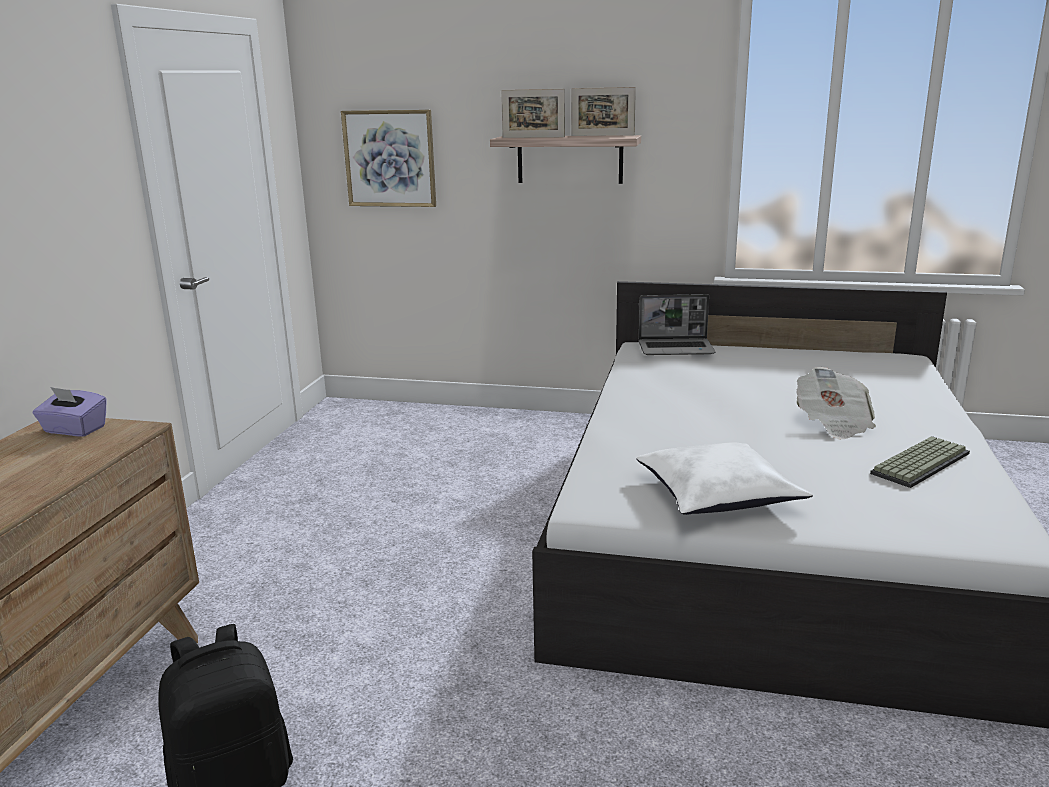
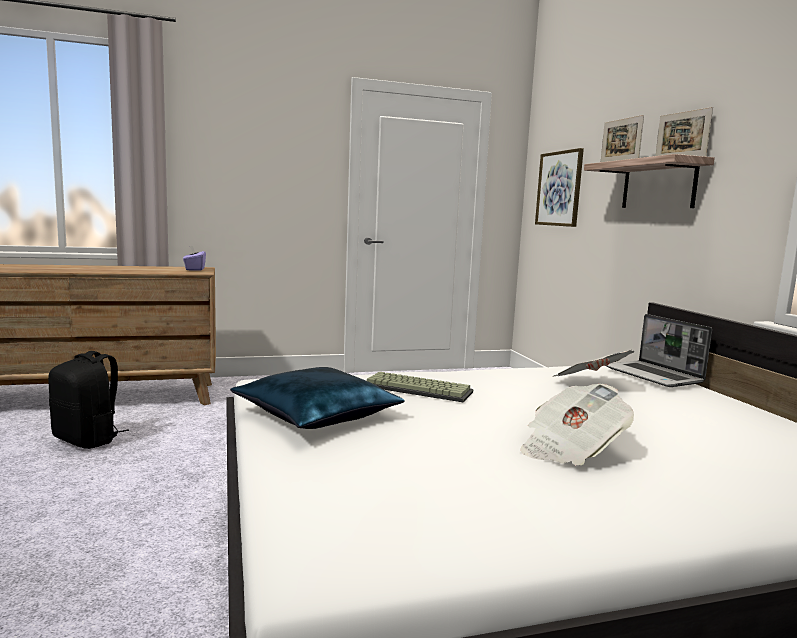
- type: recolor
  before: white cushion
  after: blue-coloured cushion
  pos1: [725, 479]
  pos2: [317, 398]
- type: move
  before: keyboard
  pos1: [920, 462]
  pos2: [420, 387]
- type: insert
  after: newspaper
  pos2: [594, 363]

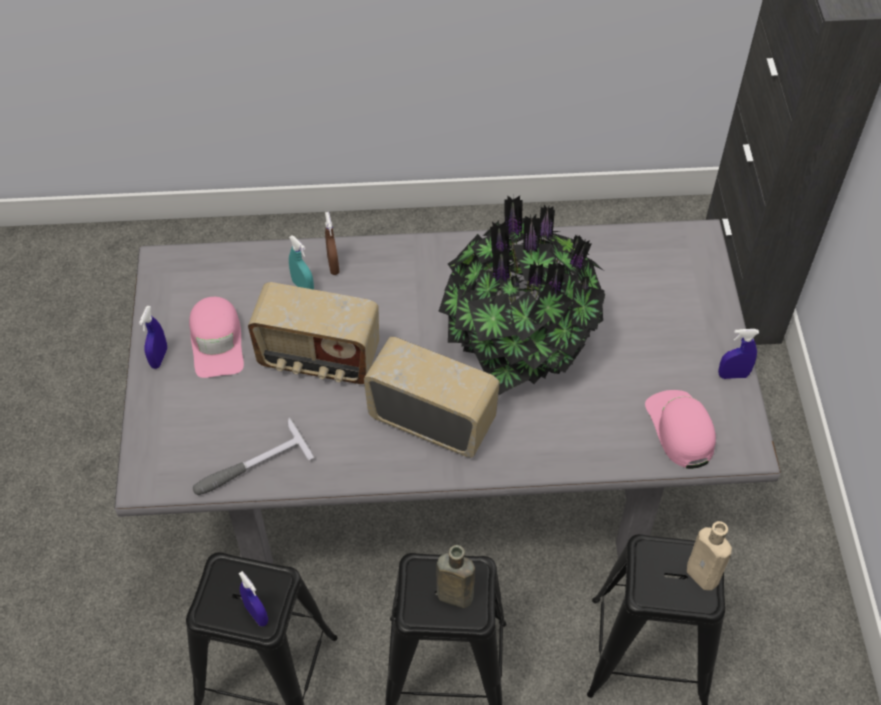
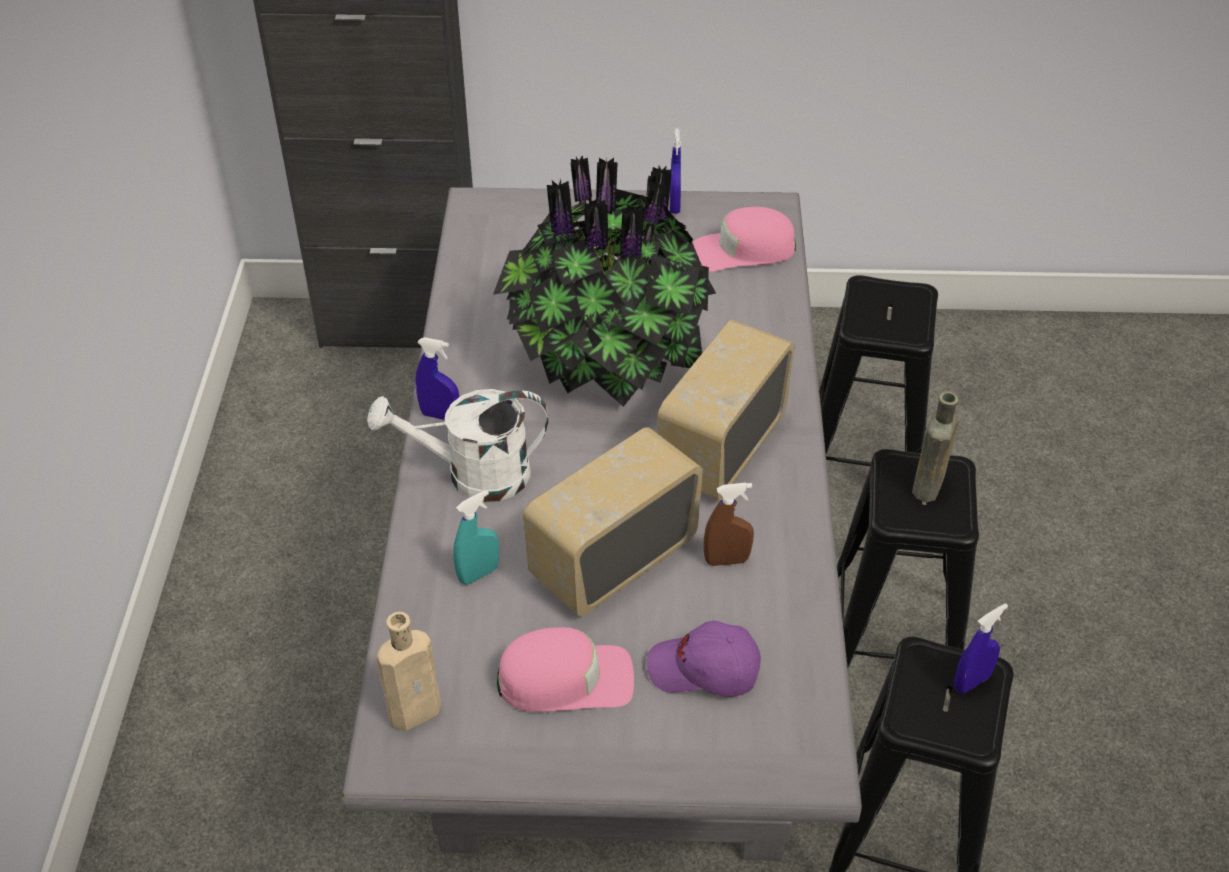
- type: insert
  after: white watering can
  pos2: [457, 445]
- type: move
  before: sand-coloured drink bottle
  pos1: [709, 555]
  pos2: [409, 671]
- type: move
  before: blue-coloured spray bottle
  pos1: [153, 337]
  pos2: [437, 378]
- type: rotate
  before: radio receiver
  pos1: [313, 333]
  pos2: [613, 522]
  turn: -150
- type: insert
  after: purple cap
  pos2: [704, 659]
- type: move
  before: brownish spray bottle
  pos1: [332, 243]
  pos2: [729, 524]
- type: delete
  before: tool hammer
  pos1: [253, 456]

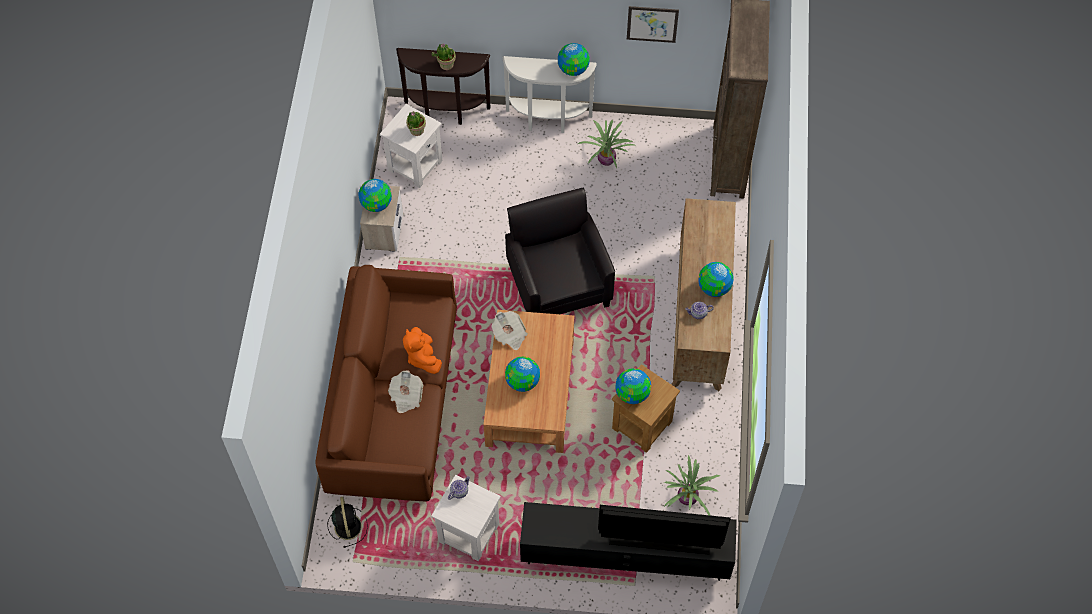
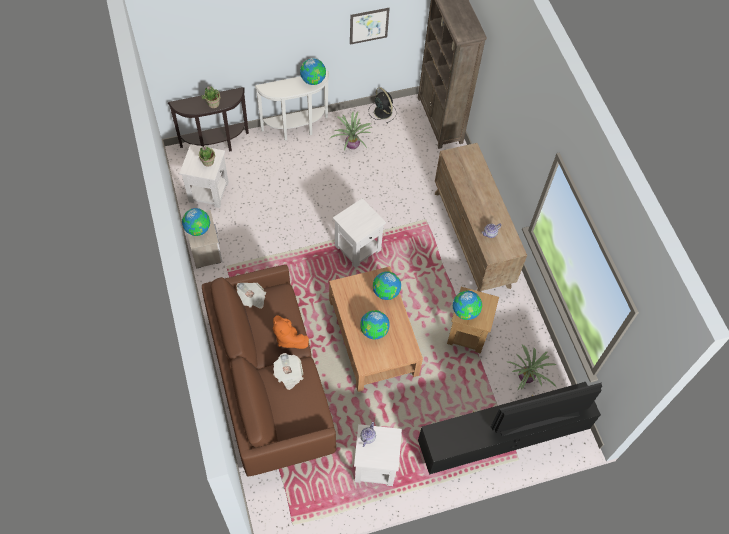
- type: move
  before: newspaper
  pos1: [510, 330]
  pos2: [251, 296]
- type: replace
  before: black lounge chair
  after: white accent table
  pos1: [560, 251]
  pos2: [359, 233]
- type: move
  before: black electric fan
  pos1: [347, 522]
  pos2: [382, 105]
- type: move
  before: desk globe
  pos1: [716, 279]
  pos2: [387, 285]

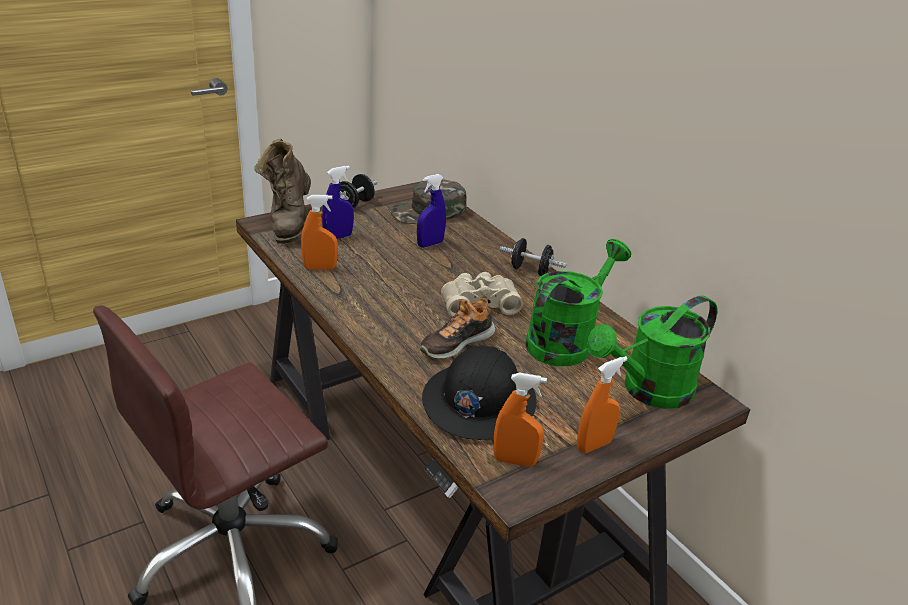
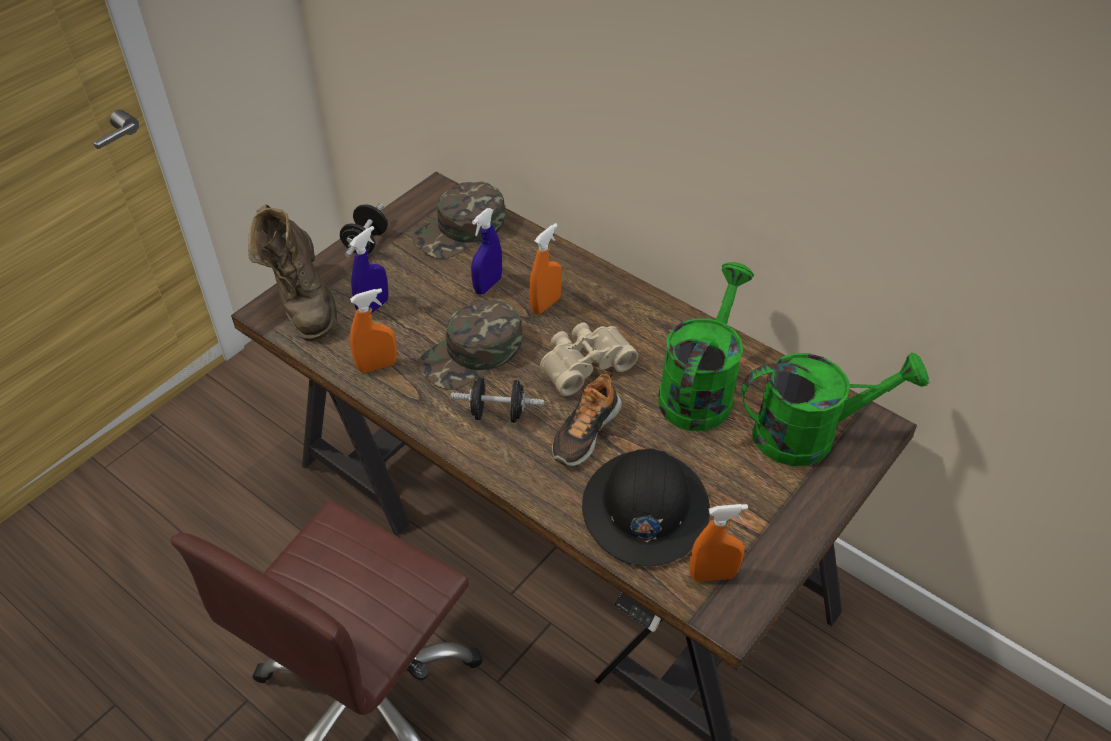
- type: insert
  after: greenish cap
  pos2: [470, 344]
- type: move
  before: black hand weight
  pos1: [532, 257]
  pos2: [497, 400]
- type: move
  before: orangey spray bottle
  pos1: [602, 404]
  pos2: [545, 268]
- type: rotate
  before: greenish watering can
  pos1: [652, 352]
  pos2: [835, 409]
  turn: -135

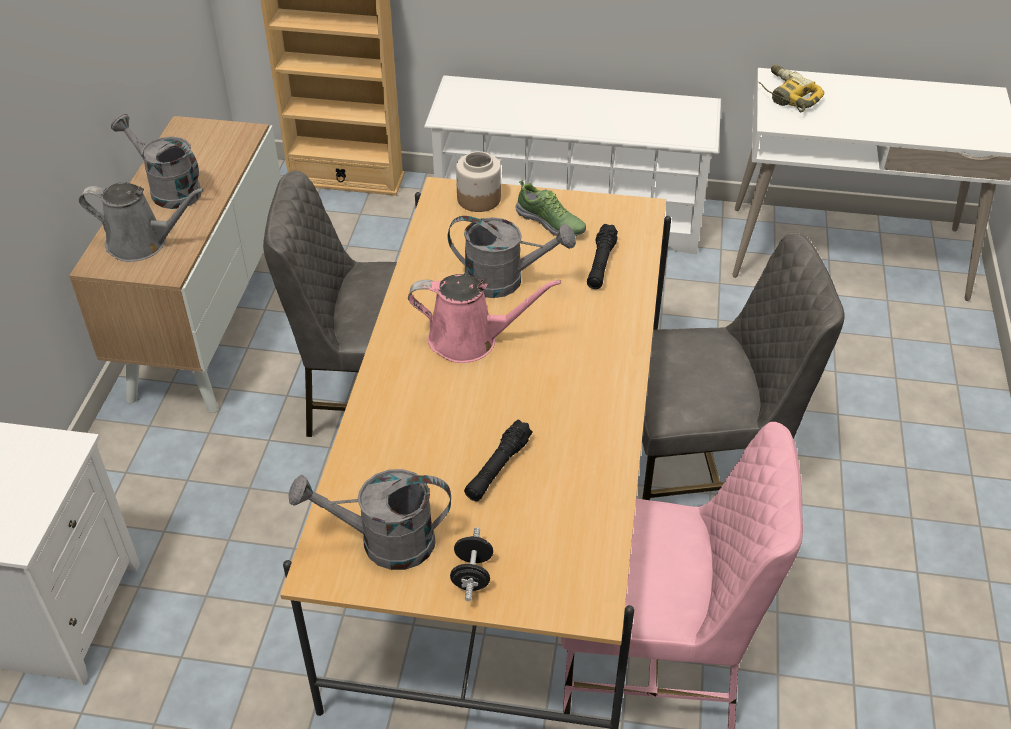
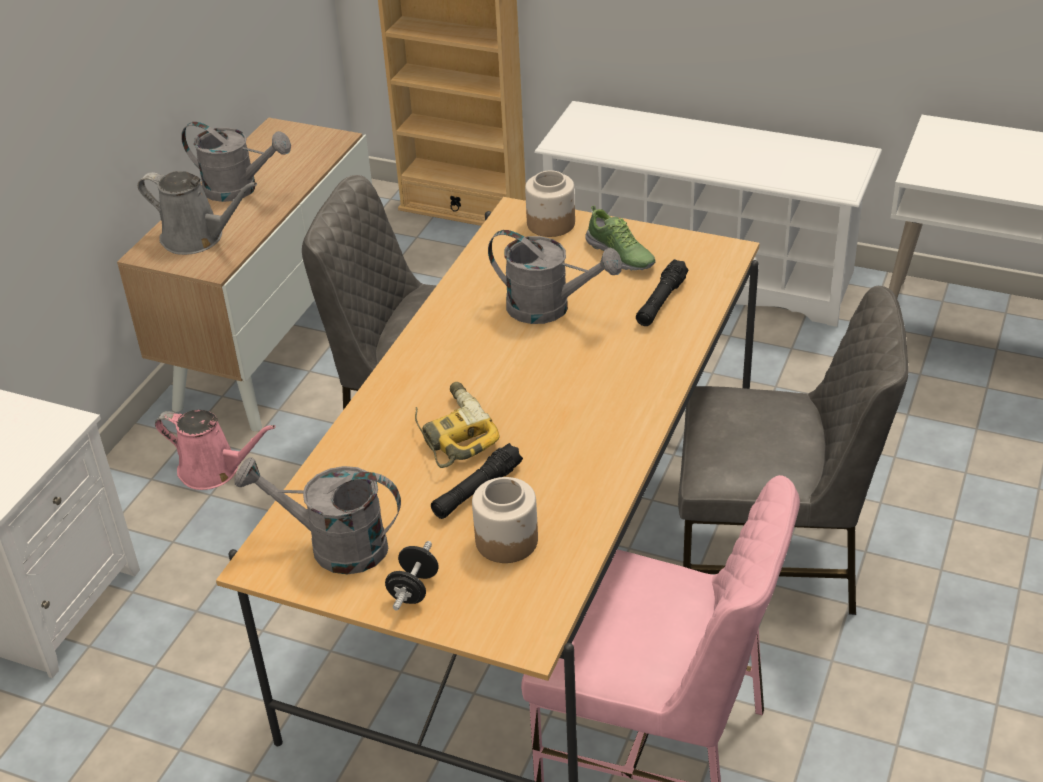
- type: move
  before: pink-coloured watering can
  pos1: [484, 318]
  pos2: [215, 450]
- type: rotate
  before: gray watering can
  pos1: [156, 161]
  pos2: [236, 162]
  turn: 150
- type: move
  before: drill
  pos1: [791, 88]
  pos2: [457, 425]
- type: insert
  after: jar
  pos2: [505, 520]

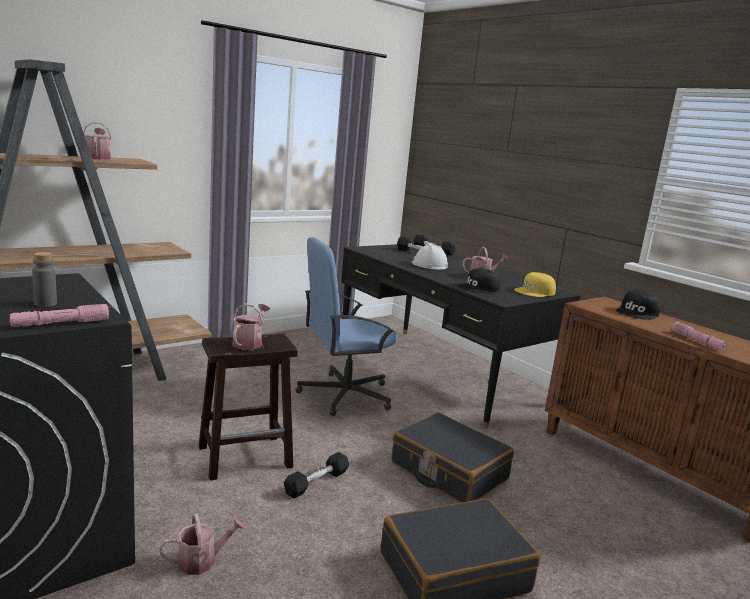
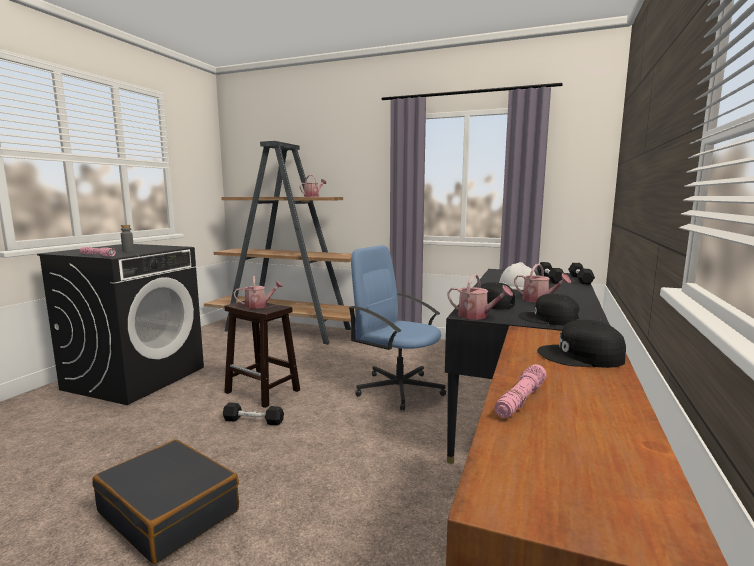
- type: move
  before: watering can
  pos1: [202, 544]
  pos2: [480, 297]
- type: recolor
  before: yellow cap
  after: black cap
  pos1: [535, 284]
  pos2: [549, 310]
- type: delete
  before: black suitcase
  pos1: [452, 457]

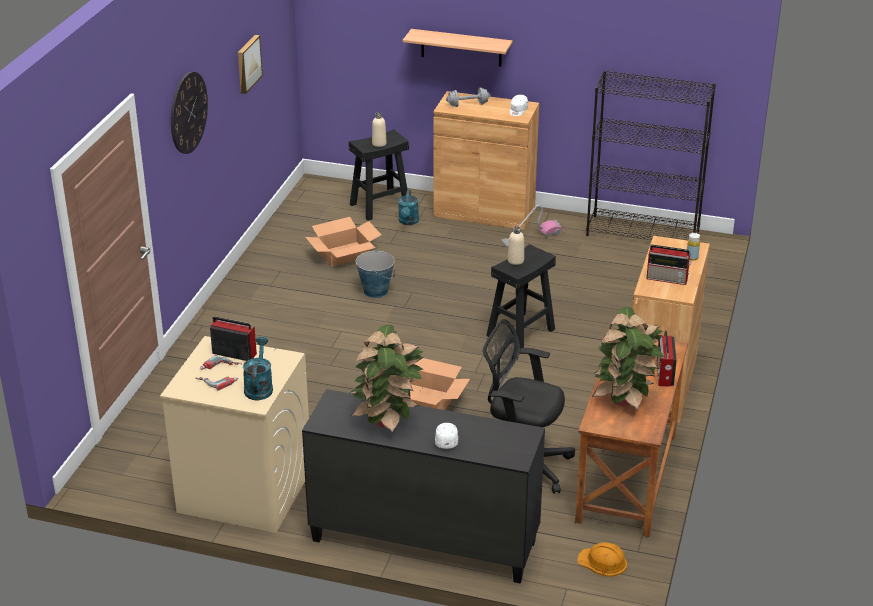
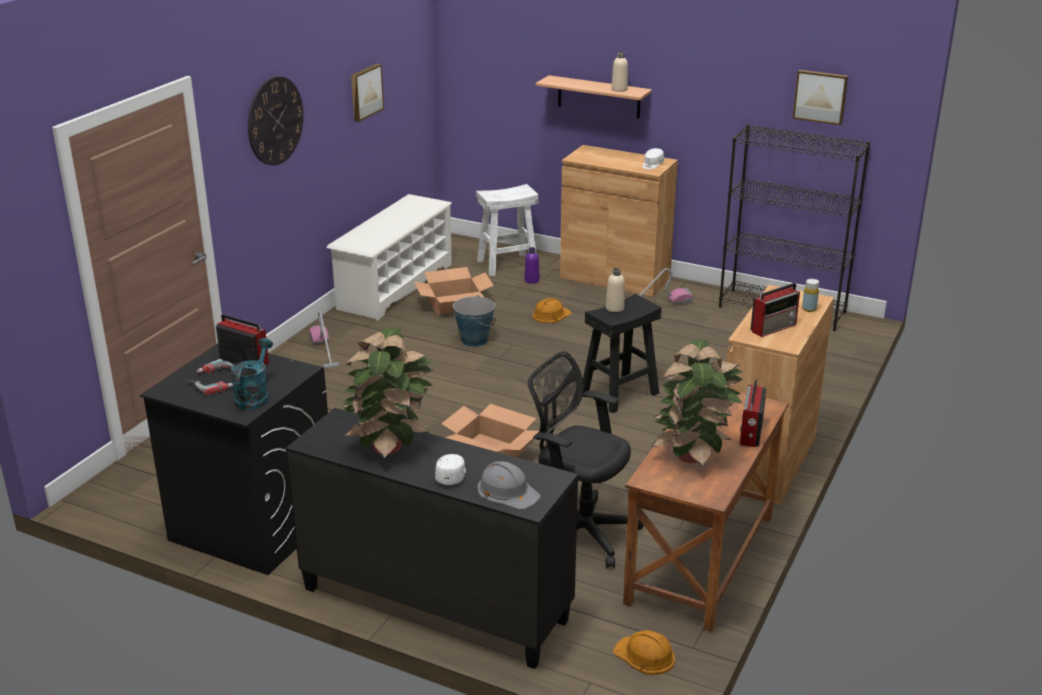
- type: recolor
  before: sand-coloured laundry machine
  after: black laundry machine
  pos1: [234, 434]
  pos2: [234, 459]
- type: insert
  after: hoover
  pos2: [324, 340]
- type: insert
  after: white shoe rack
  pos2: [389, 257]
- type: recolor
  before: black sitting stool
  after: white sitting stool
  pos1: [379, 175]
  pos2: [507, 230]
- type: insert
  after: gray work helmet
  pos2: [509, 485]
- type: replace
  before: turquoise-coloured watering can
  after: purple drink bottle
  pos1: [408, 207]
  pos2: [532, 265]
- type: insert
  after: orangey work helmet
  pos2: [552, 310]
- type: move
  before: sand-coloured drink bottle
  pos1: [379, 129]
  pos2: [620, 72]
- type: rotate
  before: radio receiver
  pos1: [669, 264]
  pos2: [775, 310]
  turn: -60
- type: insert
  after: picture
  pos2: [820, 97]
- type: delete
  before: gray hand weight
  pos1: [468, 97]

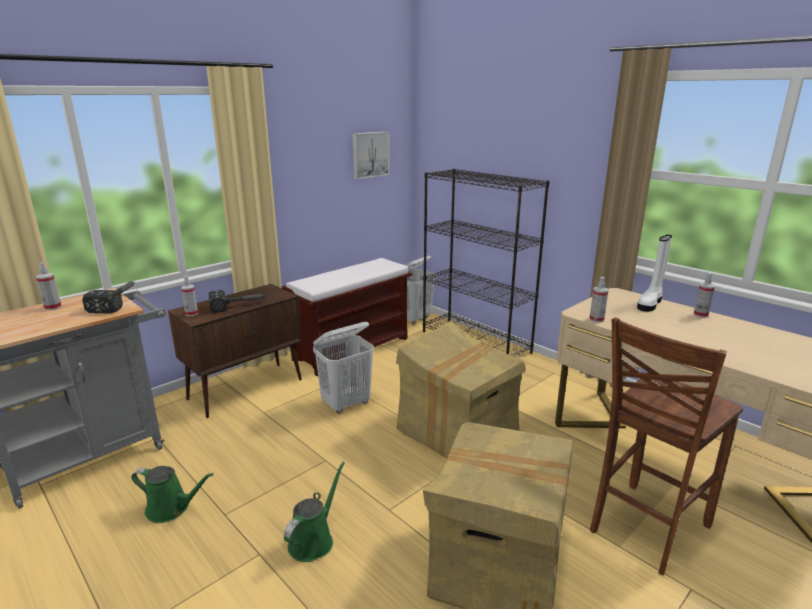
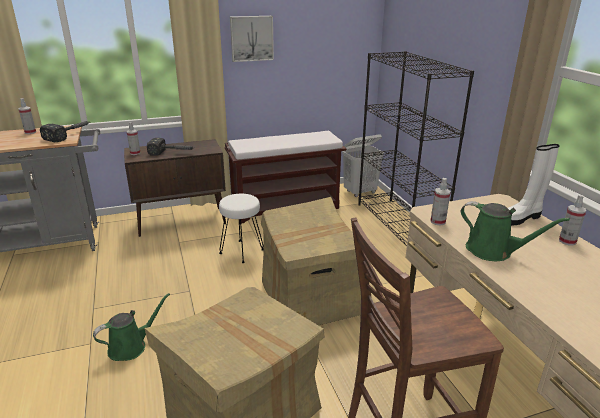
- type: replace
  before: white washing basket
  after: white sitting stool
  pos1: [343, 367]
  pos2: [241, 228]
- type: move
  before: picture
  pos1: [371, 155]
  pos2: [252, 39]
- type: move
  before: greenish watering can
  pos1: [172, 494]
  pos2: [515, 231]

